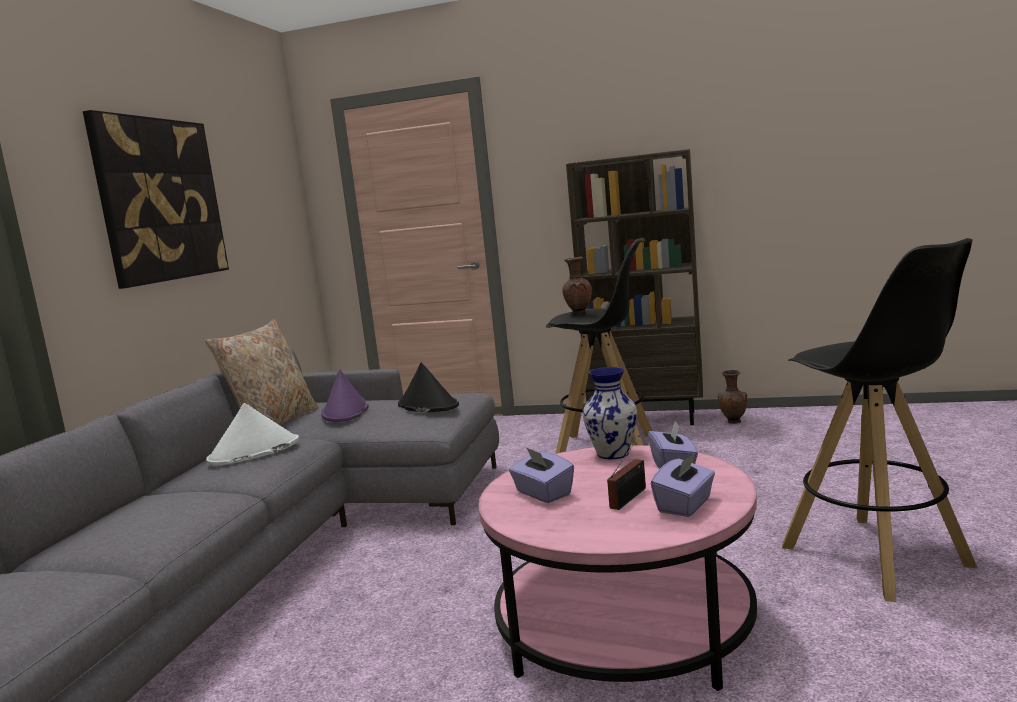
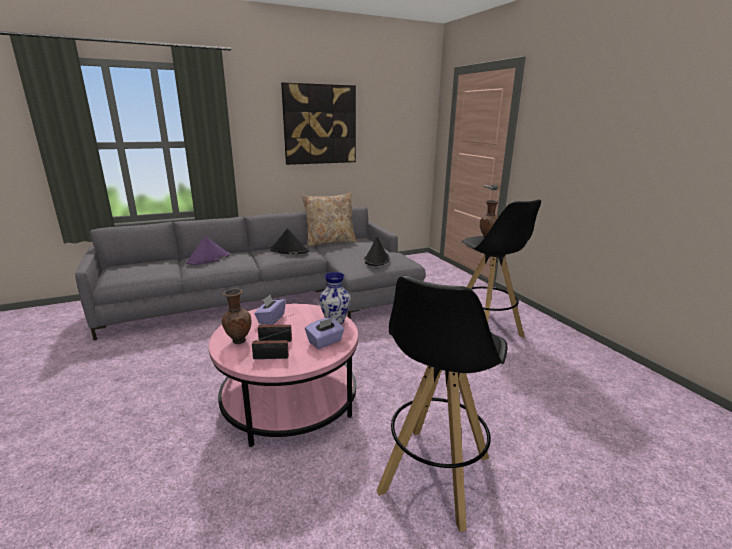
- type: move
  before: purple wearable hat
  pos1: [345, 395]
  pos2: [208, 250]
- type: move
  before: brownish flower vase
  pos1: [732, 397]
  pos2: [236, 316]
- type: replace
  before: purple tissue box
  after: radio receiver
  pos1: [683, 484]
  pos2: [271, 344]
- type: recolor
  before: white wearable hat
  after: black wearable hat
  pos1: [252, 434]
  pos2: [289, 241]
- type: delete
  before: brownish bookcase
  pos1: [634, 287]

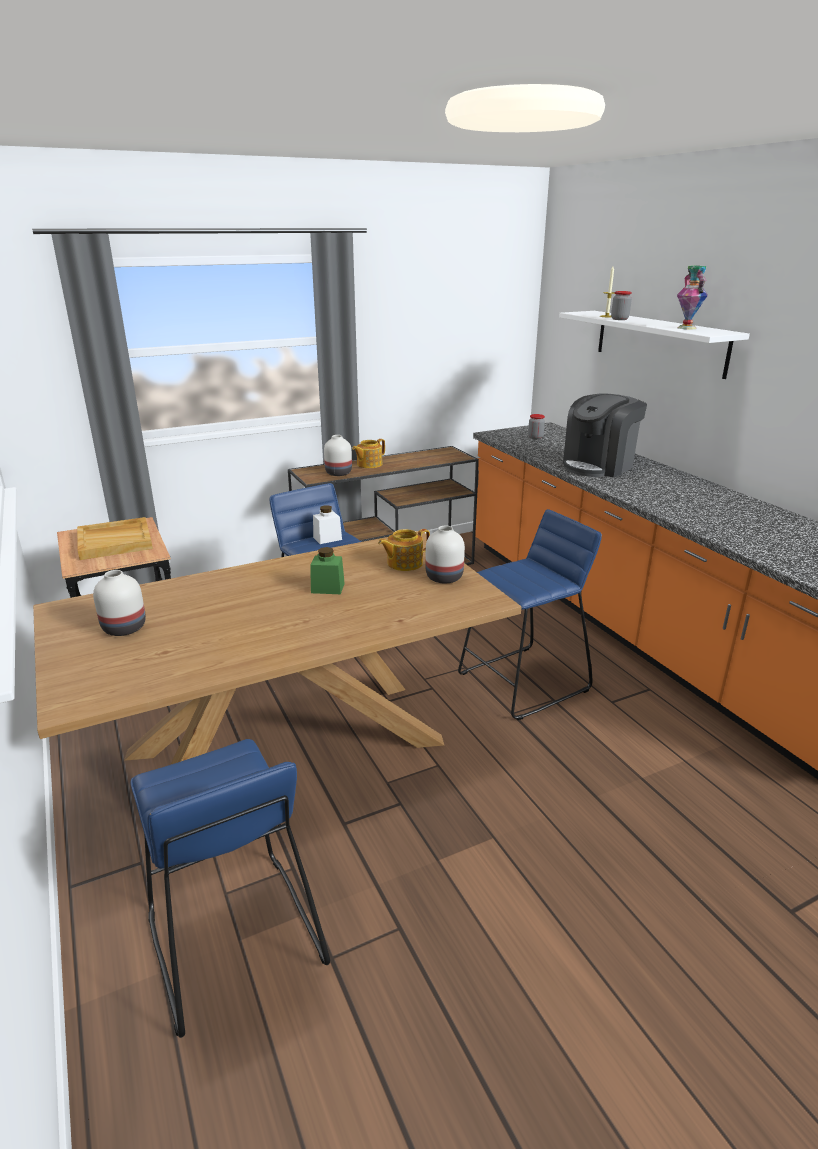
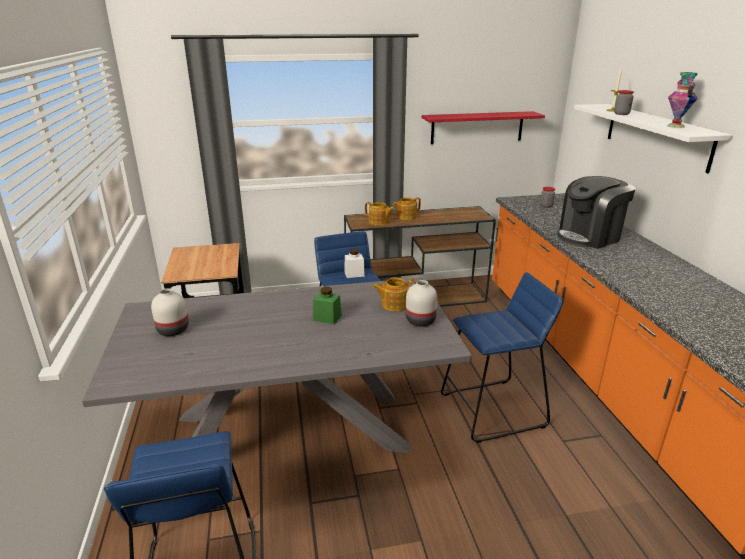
- type: recolor
  before: brownish kitchen table
  after: gray kitchen table
  pos1: [277, 648]
  pos2: [277, 365]
- type: replace
  before: white flower vase
  after: tea pot
  pos1: [338, 455]
  pos2: [380, 214]
- type: insert
  after: reddish wall shelf
  pos2: [483, 127]
- type: delete
  before: sand-coloured tray
  pos1: [115, 538]

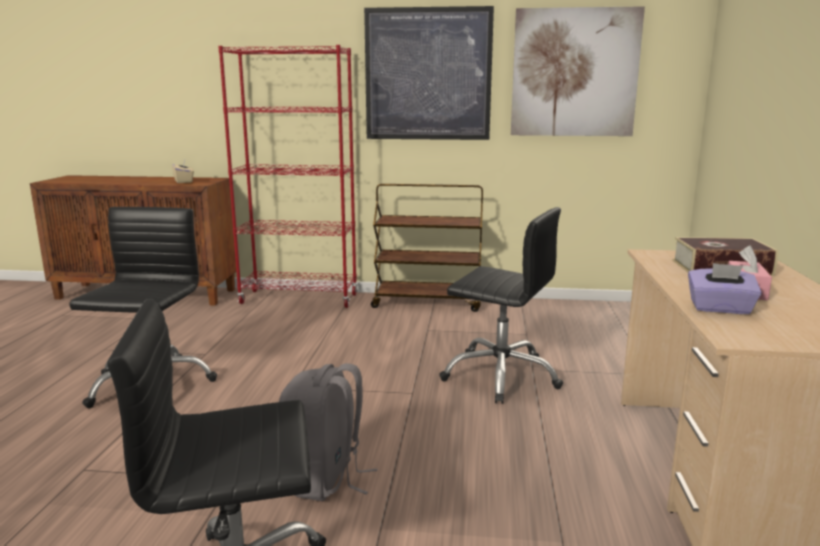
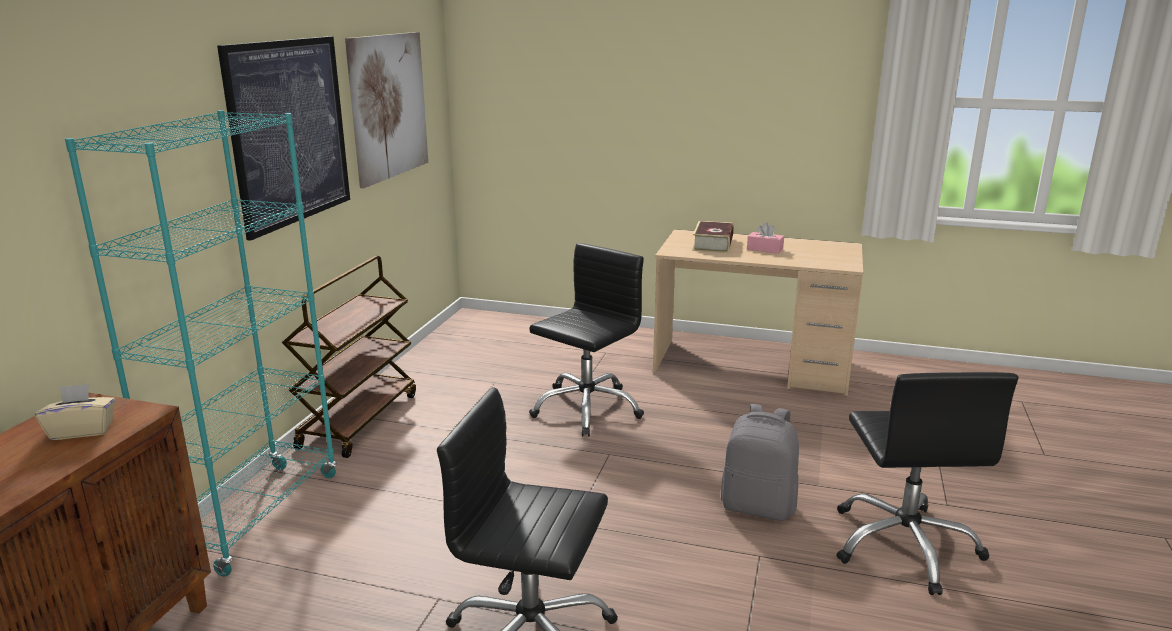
- type: recolor
  before: reddish bookcase
  after: turquoise-coloured bookcase
  pos1: [288, 176]
  pos2: [201, 343]
- type: delete
  before: purple tissue box
  pos1: [725, 288]

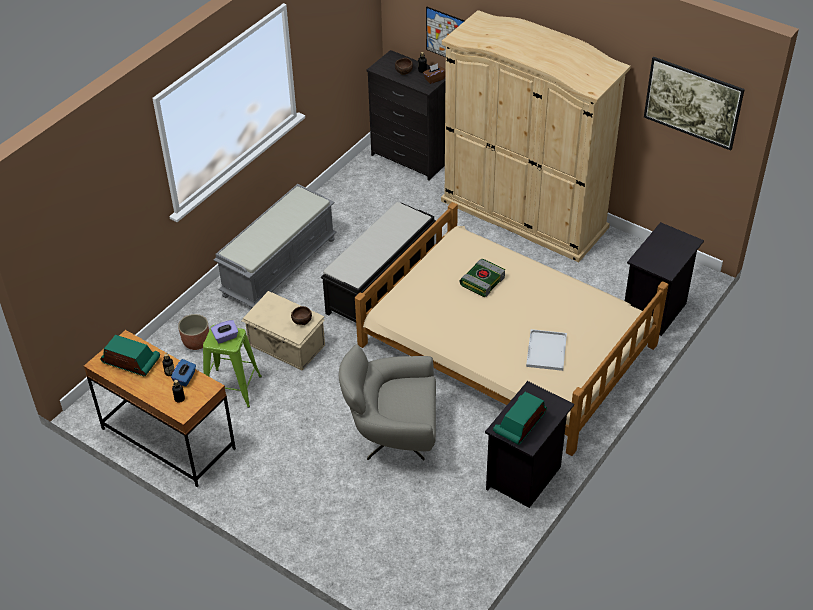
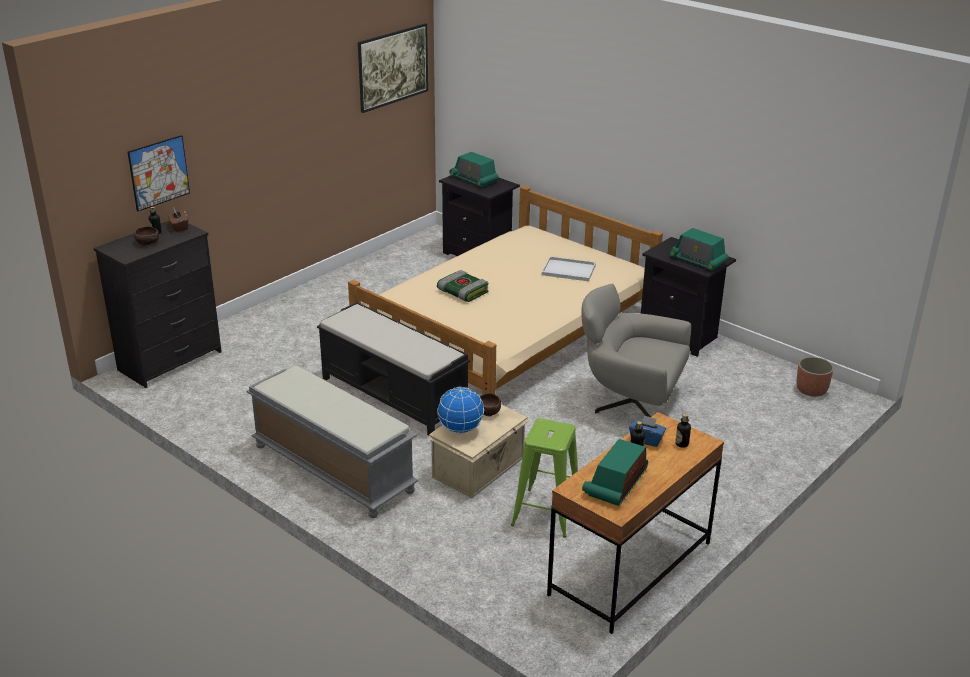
- type: insert
  after: desk globe
  pos2: [460, 410]
- type: insert
  after: radio receiver
  pos2: [474, 170]
- type: rotate
  before: gray lounge chair
  pos1: [387, 402]
  pos2: [636, 350]
  turn: 105
- type: move
  before: planter
  pos1: [193, 332]
  pos2: [815, 377]
- type: delete
  before: purple tissue box
  pos1: [224, 331]
- type: delete
  before: sand-coloured clothes cupboard
  pos1: [536, 136]

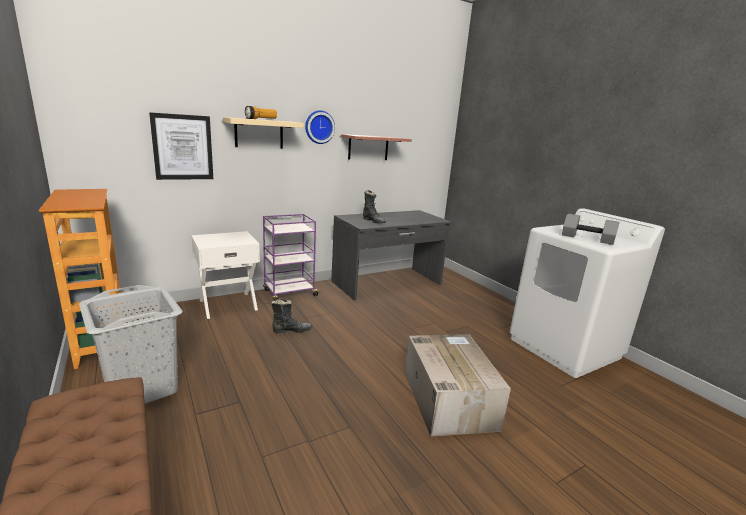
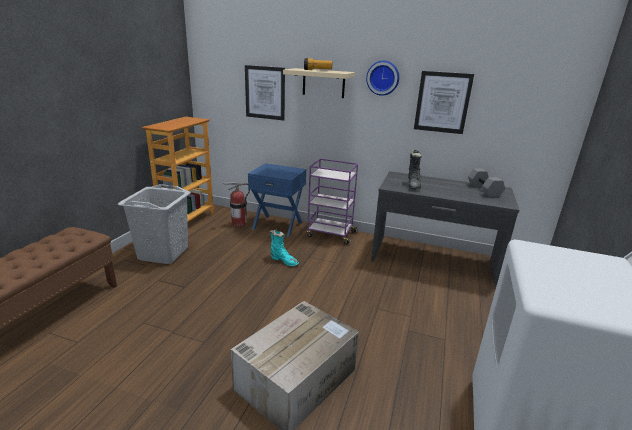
- type: insert
  after: fire extinguisher
  pos2: [237, 205]
- type: recolor
  before: white nightstand
  after: blue-coloured nightstand
  pos1: [225, 275]
  pos2: [277, 200]
- type: recolor
  before: black boot
  after: turquoise-coloured boot
  pos1: [291, 316]
  pos2: [284, 248]
- type: replace
  before: wall shelf
  after: picture
  pos1: [376, 147]
  pos2: [444, 102]
- type: move
  before: gray hand weight
  pos1: [591, 229]
  pos2: [486, 183]

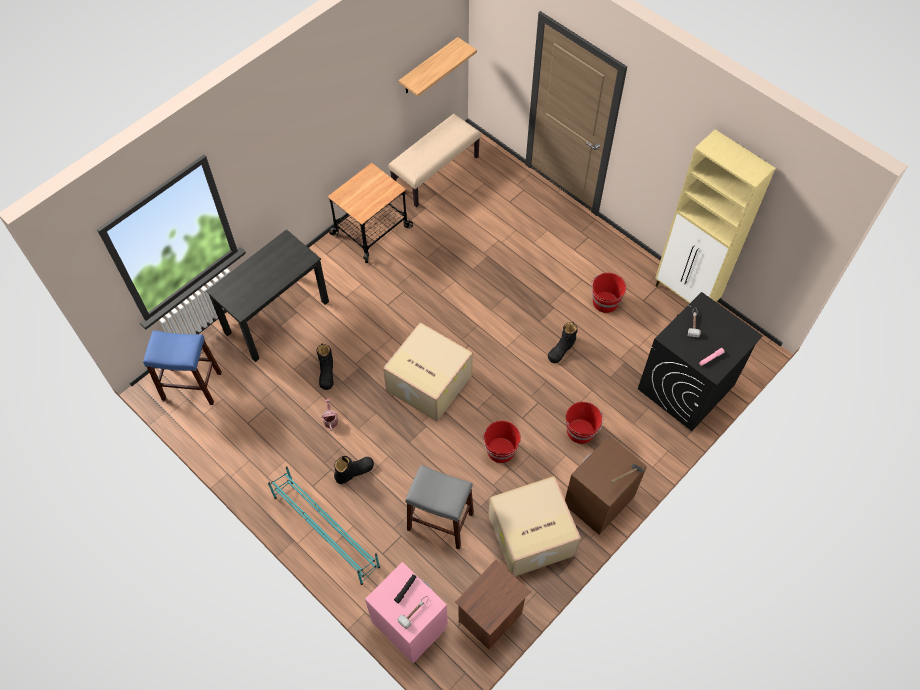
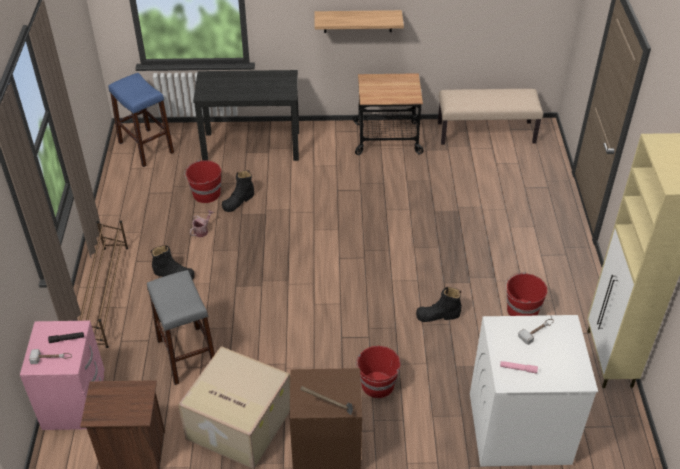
- type: recolor
  before: turquoise-coloured shoe rack
  after: brownish shoe rack
  pos1: [324, 525]
  pos2: [100, 284]
- type: move
  before: reddish pail
  pos1: [501, 442]
  pos2: [202, 181]
- type: move
  before: wall shelf
  pos1: [438, 66]
  pos2: [359, 21]
- type: recolor
  before: black laundry machine
  after: white laundry machine
  pos1: [700, 361]
  pos2: [534, 390]
- type: delete
  before: packing box
  pos1: [428, 372]

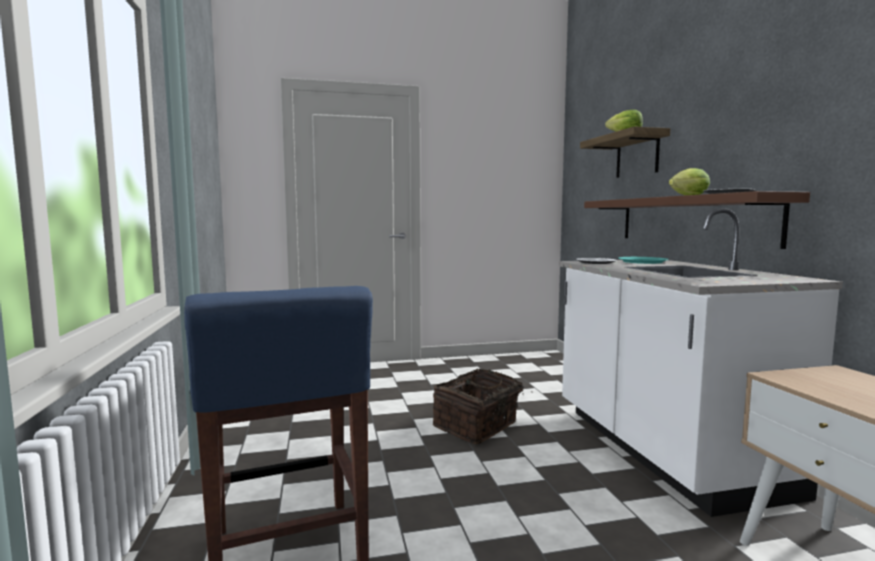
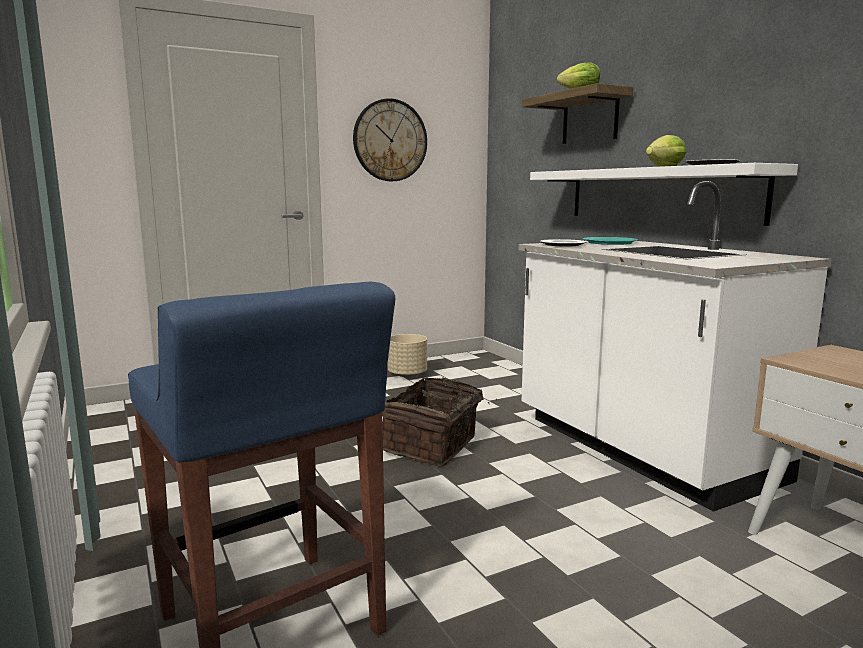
- type: insert
  after: clock on the wall
  pos2: [390, 139]
- type: insert
  after: sand-coloured planter
  pos2: [407, 355]
- type: recolor
  before: brownish wall shelf
  after: white wall shelf
  pos1: [697, 220]
  pos2: [664, 194]

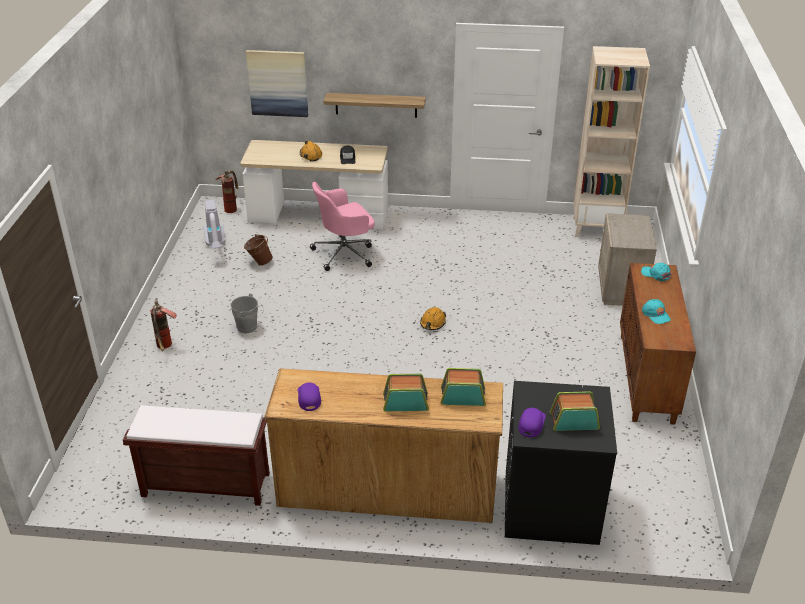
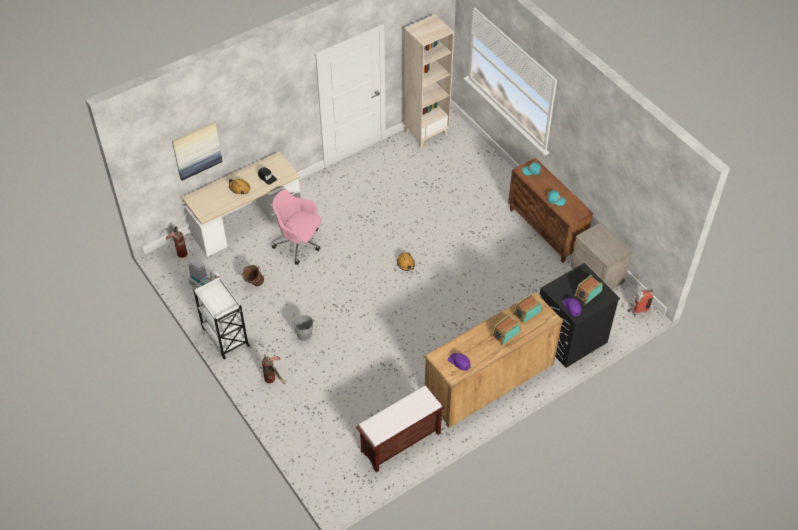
- type: insert
  after: white wheeled cart
  pos2: [221, 317]
- type: rotate
  before: pink-coloured office chair
  pos1: [342, 226]
  pos2: [296, 227]
  turn: 90
- type: move
  before: sand-coloured nightstand
  pos1: [627, 259]
  pos2: [601, 256]
- type: insert
  after: fire extinguisher
  pos2: [640, 302]
- type: delete
  before: wall shelf
  pos1: [375, 105]

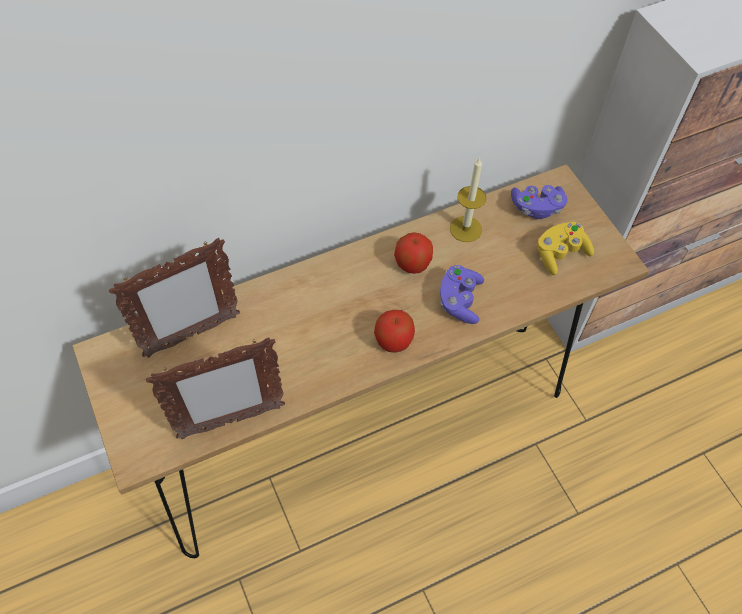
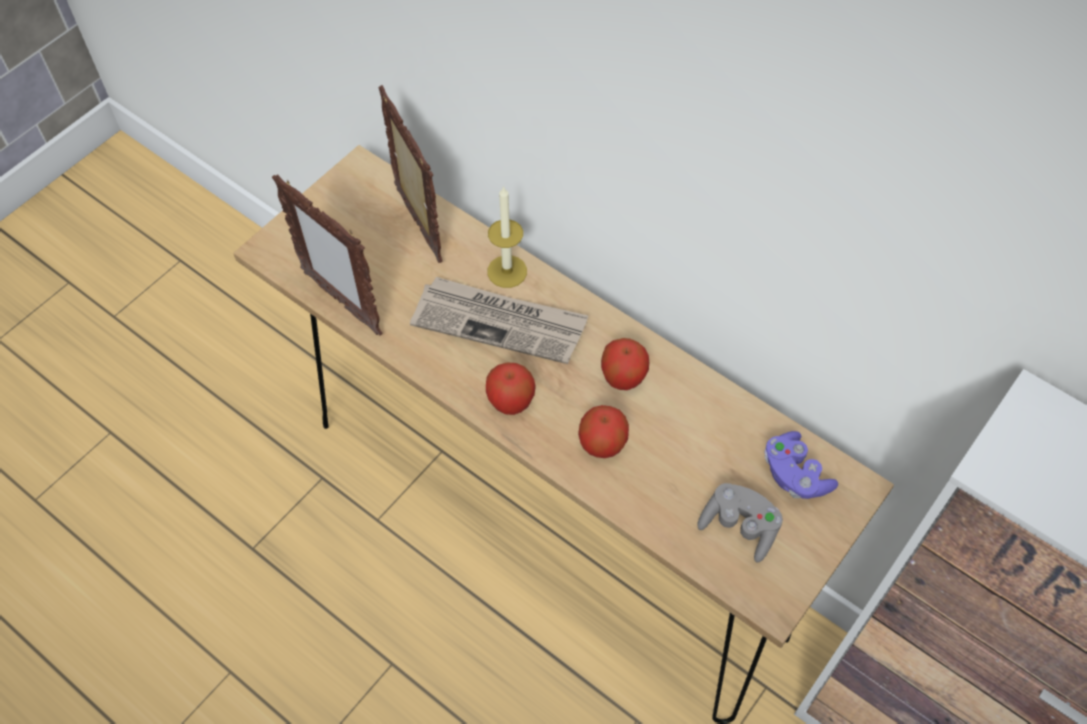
- type: rotate
  before: picture frame
  pos1: [174, 298]
  pos2: [410, 174]
  turn: -150
- type: insert
  after: newspaper
  pos2: [499, 320]
- type: move
  before: wax candle
  pos1: [468, 199]
  pos2: [507, 237]
- type: replace
  before: purple gamepad
  after: whole apple
  pos1: [462, 294]
  pos2: [603, 431]
- type: recolor
  before: yellow gamepad
  after: gray gamepad
  pos1: [566, 248]
  pos2: [740, 522]

